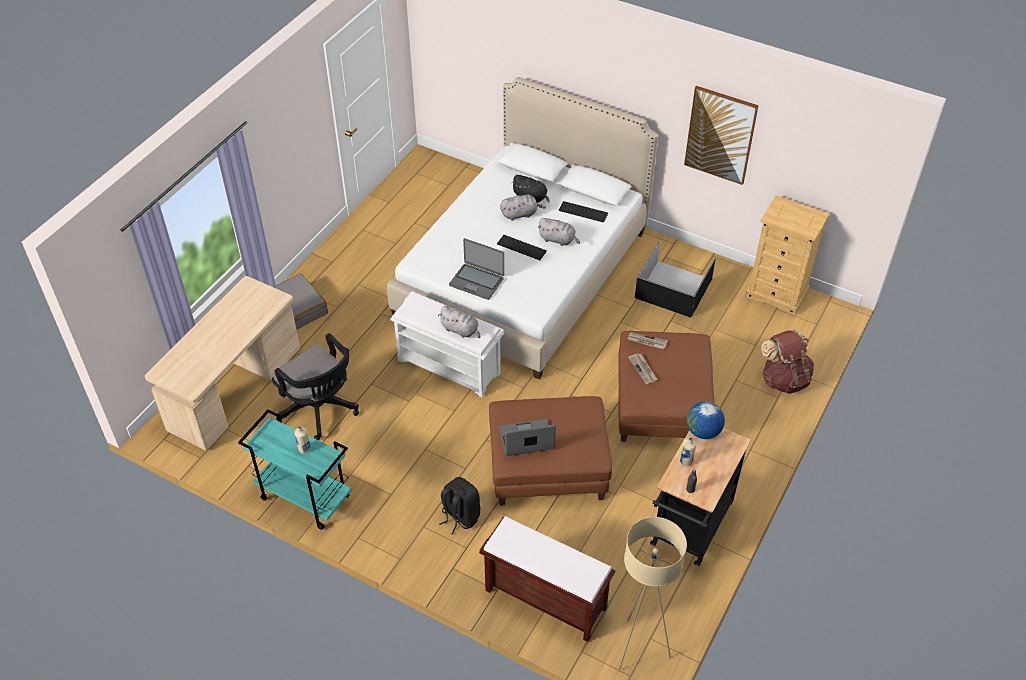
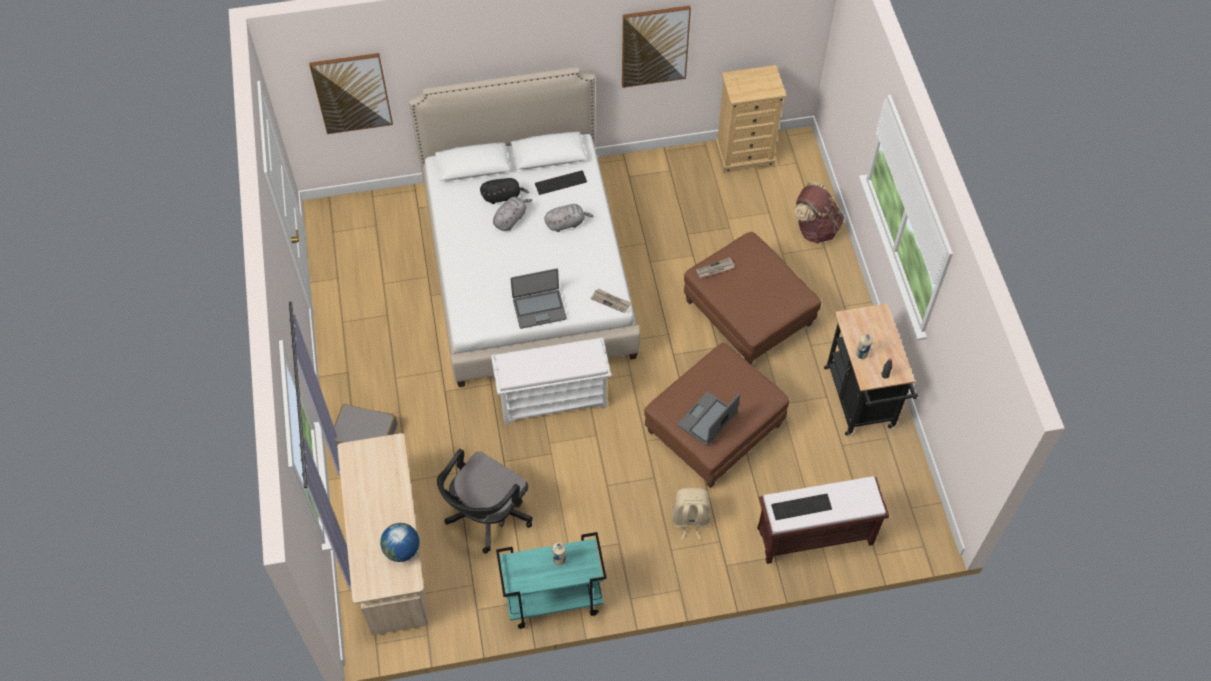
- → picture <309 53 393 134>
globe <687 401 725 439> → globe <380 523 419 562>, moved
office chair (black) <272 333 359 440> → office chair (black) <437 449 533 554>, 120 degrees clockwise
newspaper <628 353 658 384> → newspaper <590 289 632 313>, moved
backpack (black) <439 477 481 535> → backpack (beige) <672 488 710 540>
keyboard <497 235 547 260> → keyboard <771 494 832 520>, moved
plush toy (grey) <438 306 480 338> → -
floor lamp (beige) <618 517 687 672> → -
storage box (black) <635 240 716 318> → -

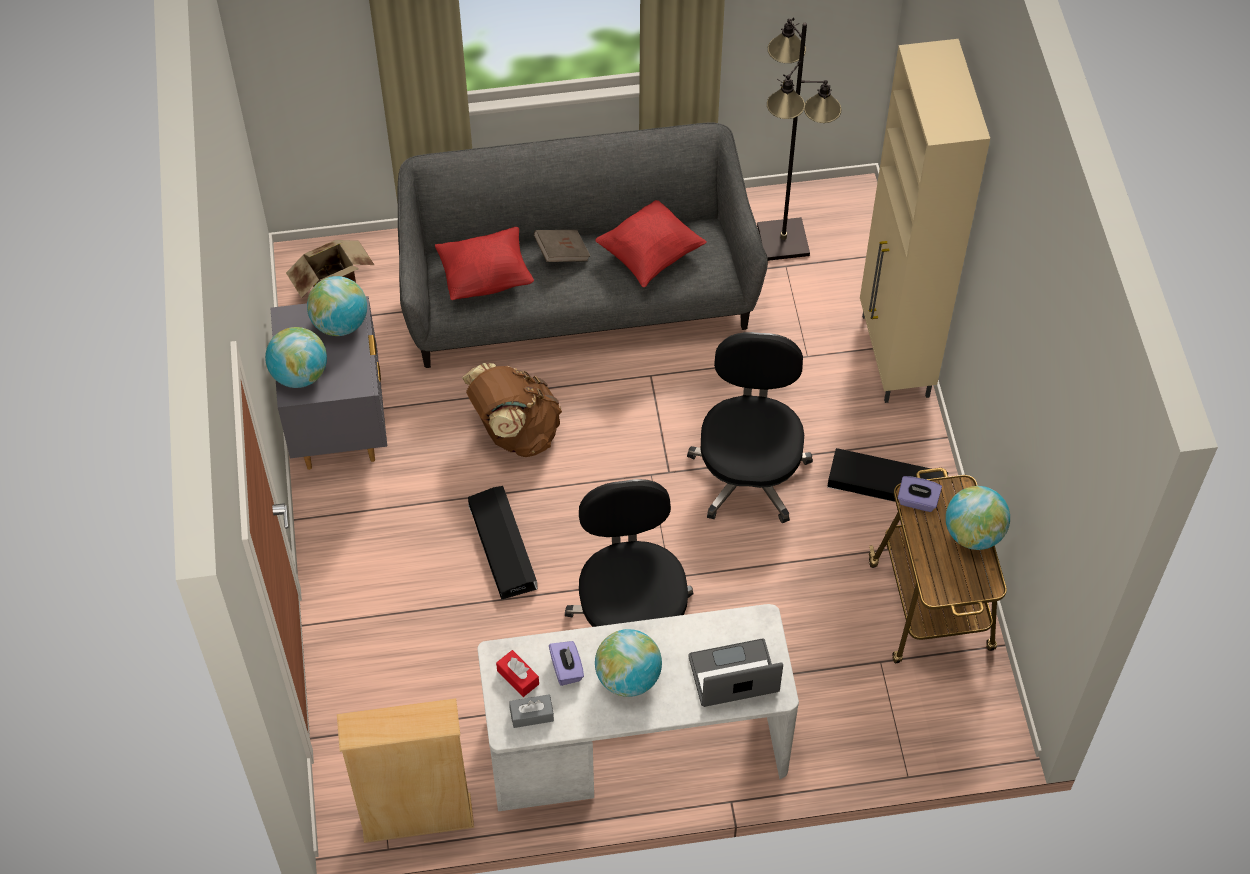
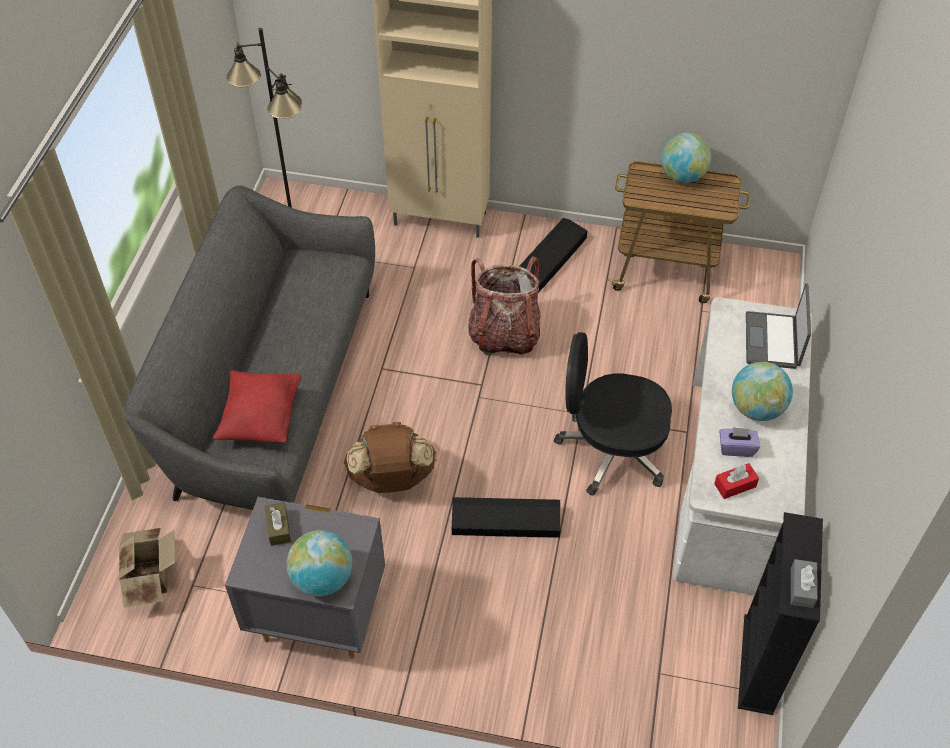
globe <307 276 367 336> → tissue box (brown) <265 502 291 546>
office chair (black) <687 332 813 523> → backpack <468 256 541 355>
bookcase (beige) <337 698 474 843> → bookcase (black) <738 512 823 715>
tissue box (grey) <509 694 554 728> → tissue box (grey) <791 559 818 608>, moved
book (brown) <534 230 590 262> → -
pillow (red) <596 200 707 287> → -
tissue box (purple) <898 476 942 512> → -

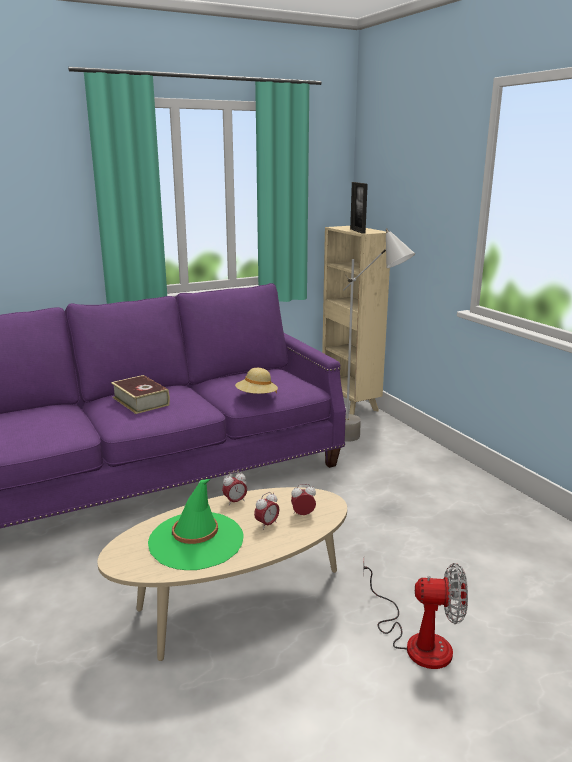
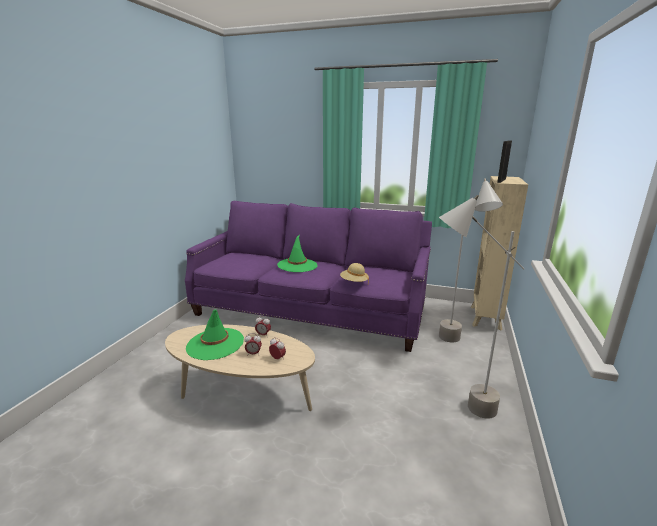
book <111 375 170 414> → hat (green) <277 235 318 272>
- → floor lamp (grey) <439 195 524 419>
fan <363 563 468 669> → -

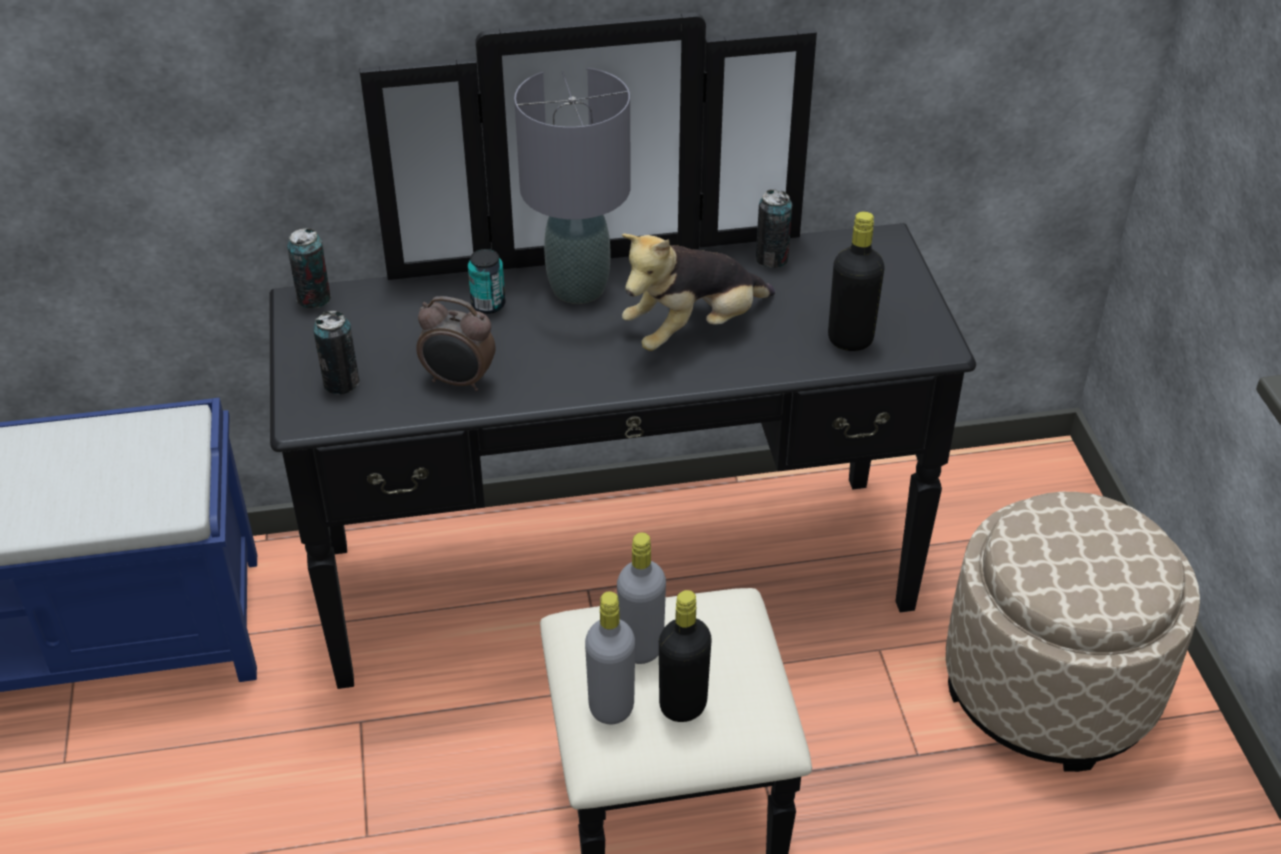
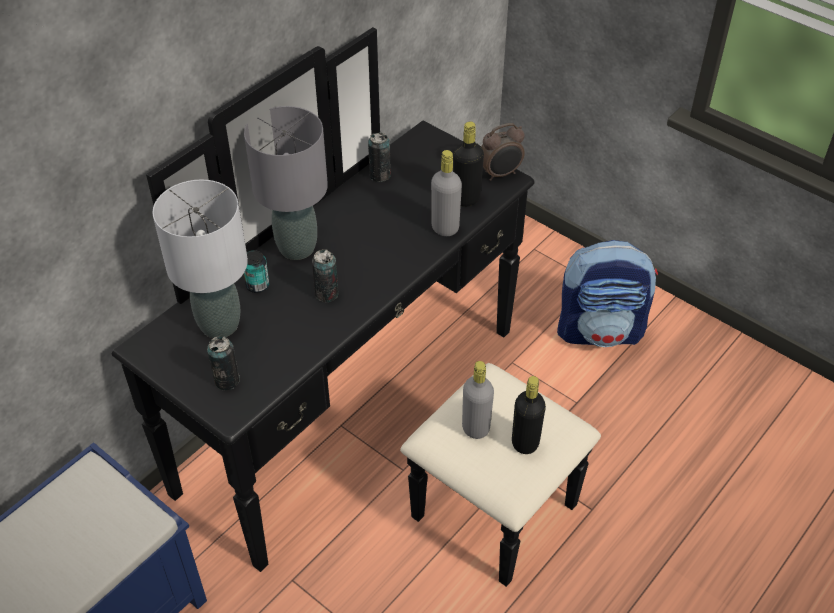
- → table lamp (grey) <152 180 248 338>
can <287 228 331 309> → can <312 249 339 302>, moved
bottle (grey) <585 591 635 724> → bottle (grey) <431 150 462 236>, moved
alarm clock <416 296 496 391> → alarm clock <481 123 525 181>, moved
ottoman (beige) <945 492 1200 772> → backpack <557 240 658 347>
plush toy <622 234 775 351> → -

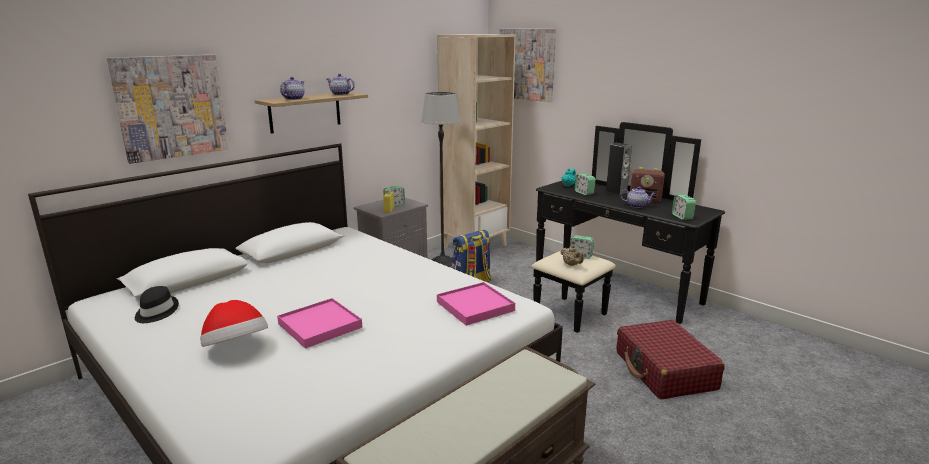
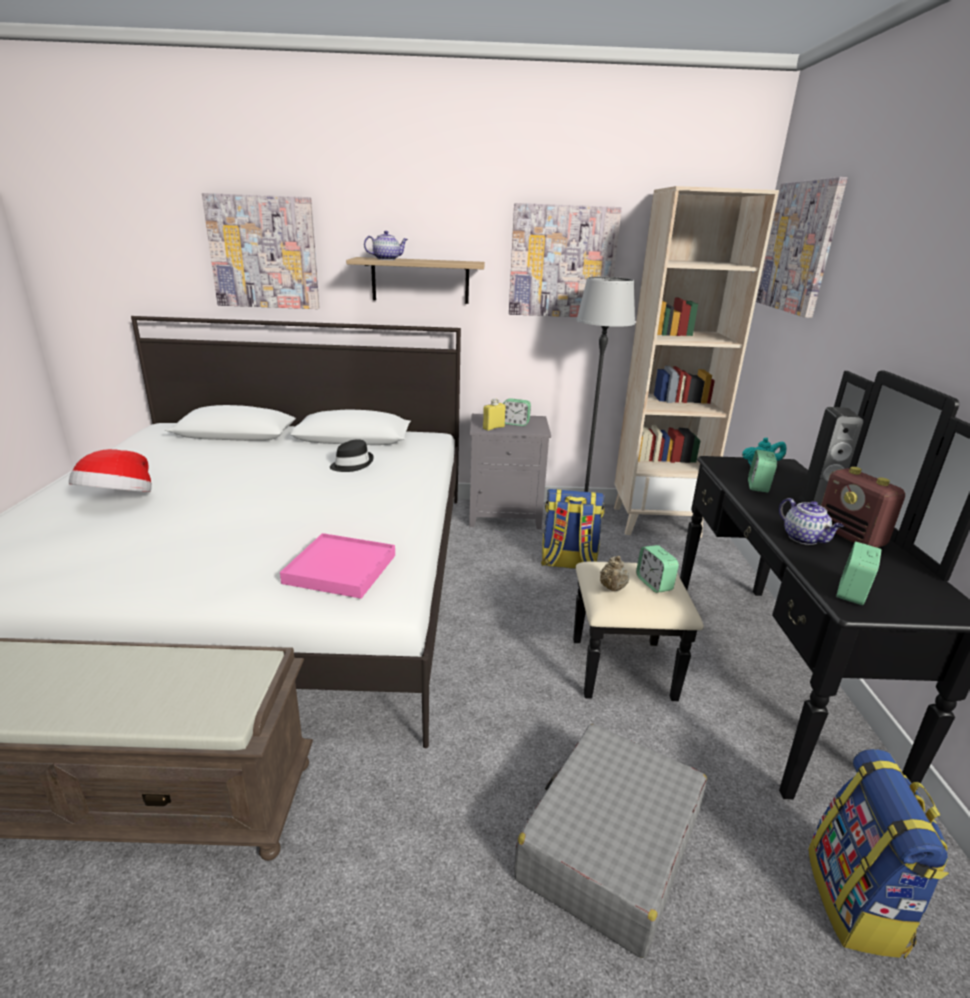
hat (black) <135 286 179 323> → hat (black) <330 439 374 472>, moved
- → picture <509 203 622 317>
suitcase (red) <617 320 725 400> → suitcase (grey) <514 724 707 958>
- → backpack <808 749 949 959>
tray (pink) <277 298 362 349> → -
teapot <327 74 355 95> → -

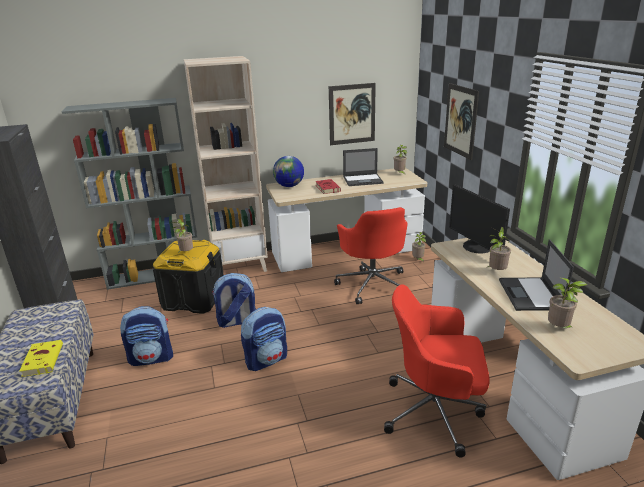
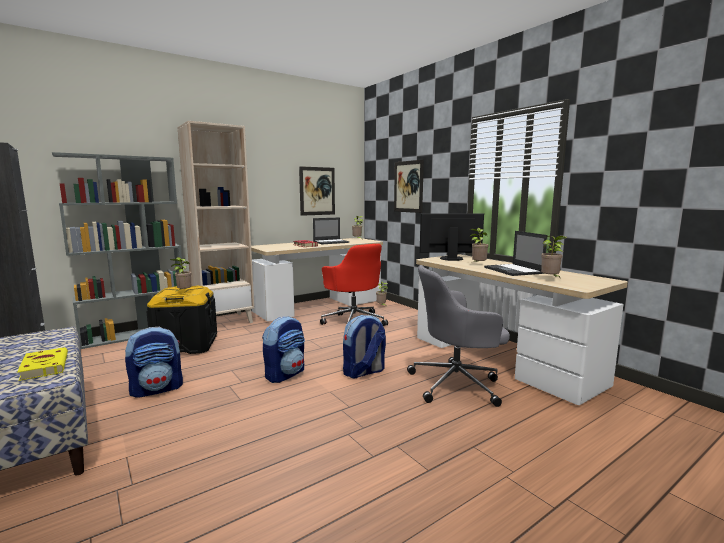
backpack <212 273 256 328> → backpack <343 315 386 378>, moved
office chair (red) <384 285 489 458> → office chair (grey) <407 265 510 407>
monitor <449 184 510 253> → monitor <420 213 484 261>, 135 degrees clockwise
globe <273 156 304 187> → -

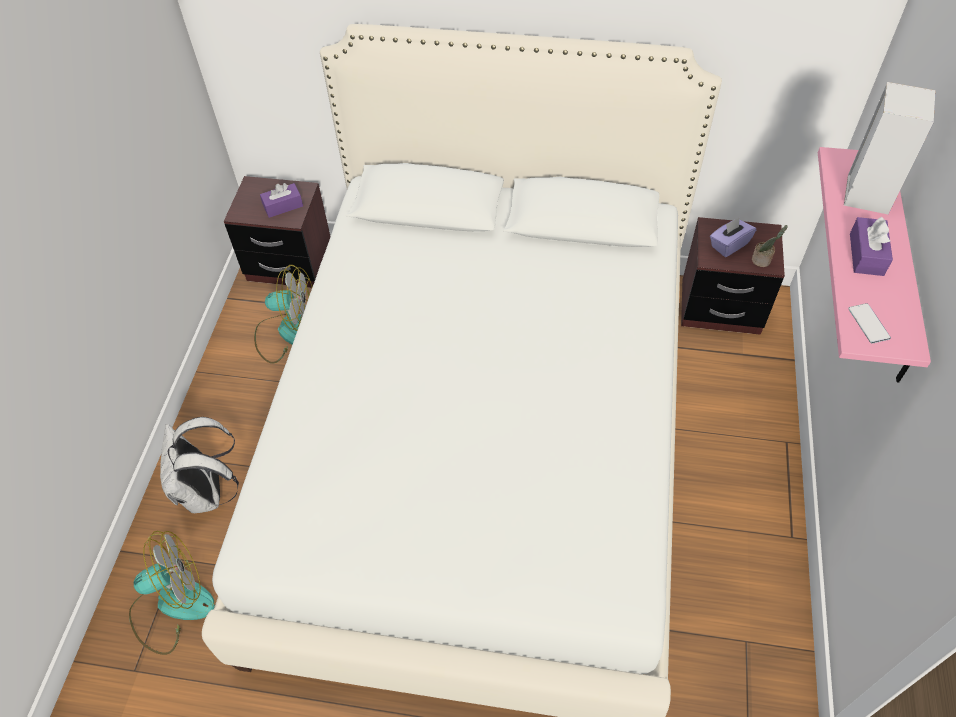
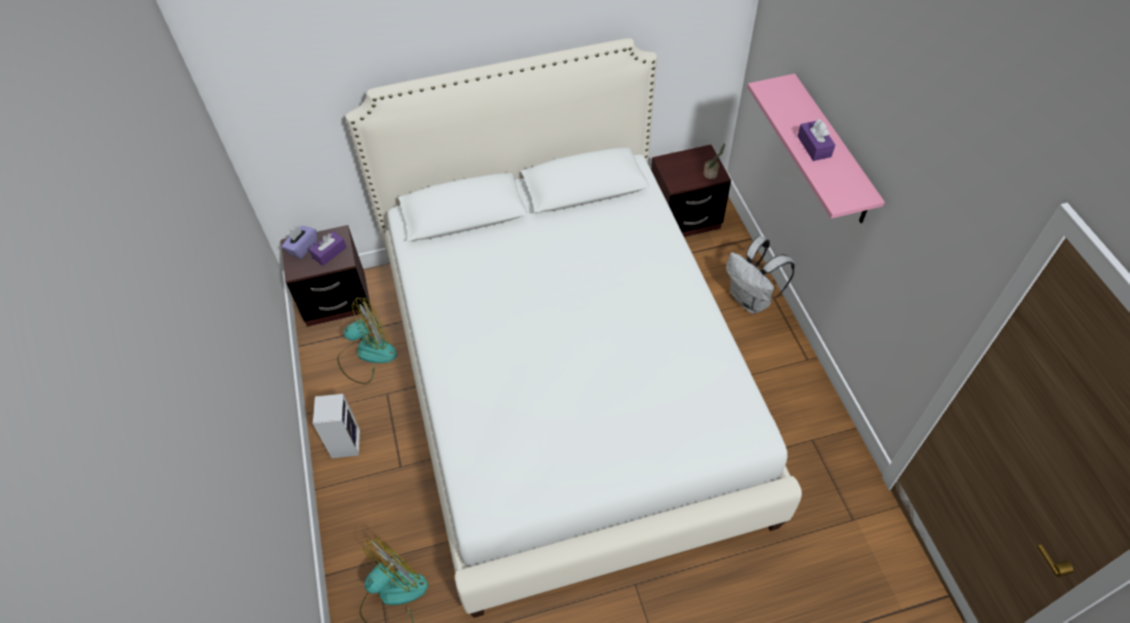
tissue box (purple) <710 217 756 257> → tissue box (purple) <282 226 317 259>, moved
speaker <844 82 936 214> → speaker <313 394 360 458>, moved
backpack (white) <160 417 239 513> → backpack (white) <726 236 795 314>, moved
phone <848 303 891 344> → -

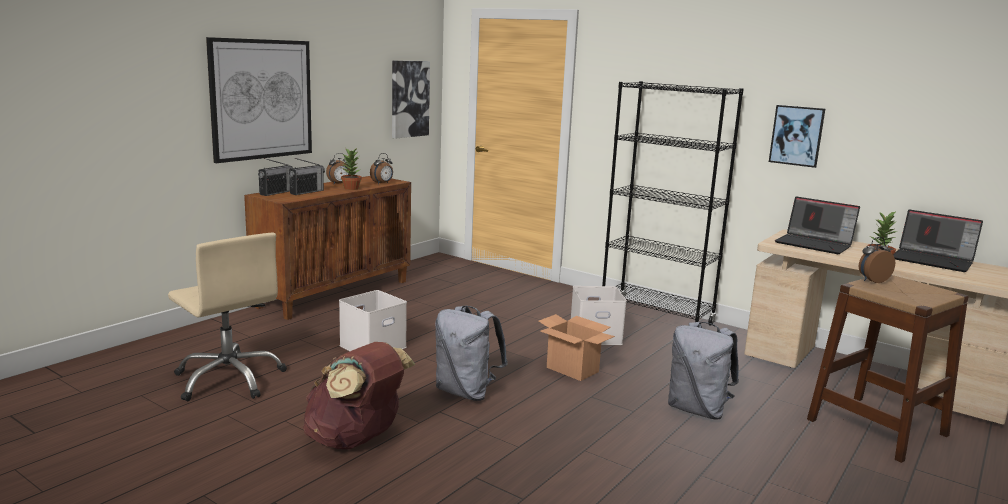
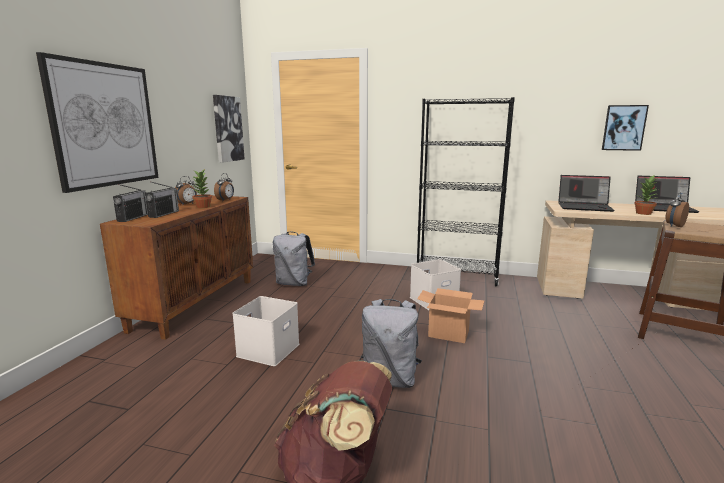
backpack (grey) <668 322 739 420> → backpack (grey) <273 231 315 286>, moved
picture <769 105 825 168> → picture <602 105 649 151>, moved
office chair (beige) <168 233 287 401> → -

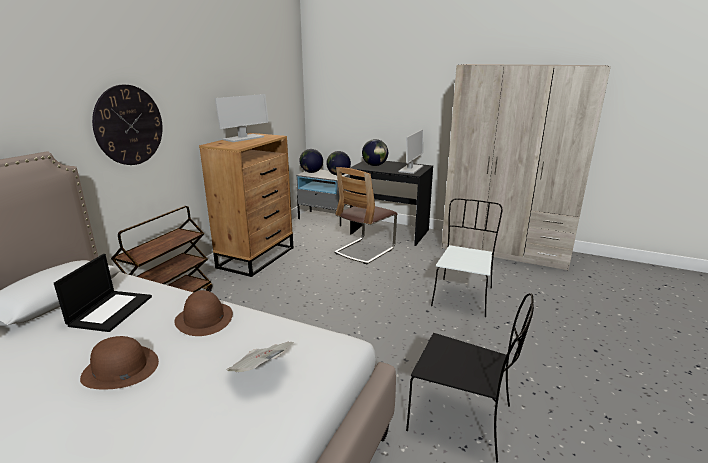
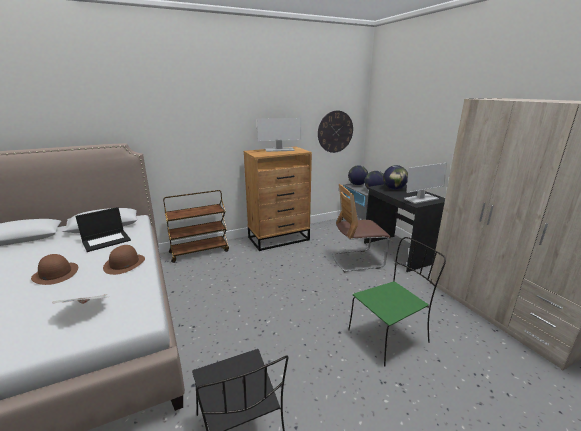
wall clock <92 85 163 165> → wall clock <318 110 353 153>, moved
chair (white) <431 198 503 317> → chair (green) <348 237 446 366>

